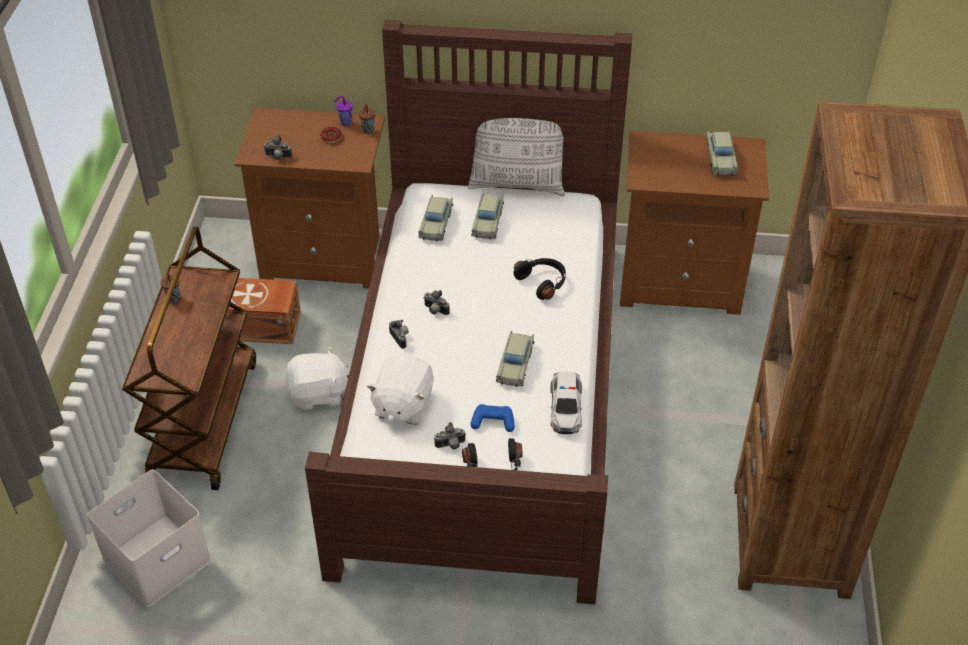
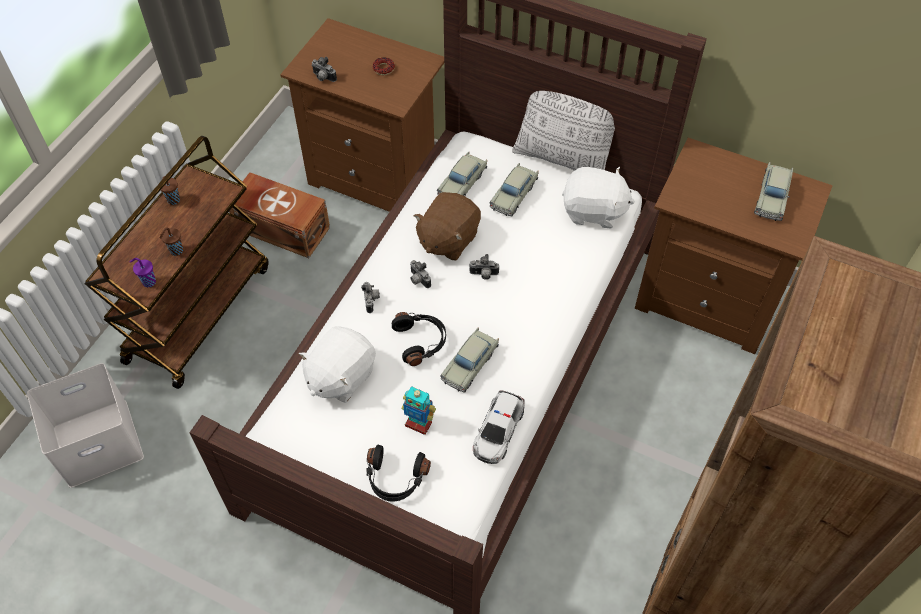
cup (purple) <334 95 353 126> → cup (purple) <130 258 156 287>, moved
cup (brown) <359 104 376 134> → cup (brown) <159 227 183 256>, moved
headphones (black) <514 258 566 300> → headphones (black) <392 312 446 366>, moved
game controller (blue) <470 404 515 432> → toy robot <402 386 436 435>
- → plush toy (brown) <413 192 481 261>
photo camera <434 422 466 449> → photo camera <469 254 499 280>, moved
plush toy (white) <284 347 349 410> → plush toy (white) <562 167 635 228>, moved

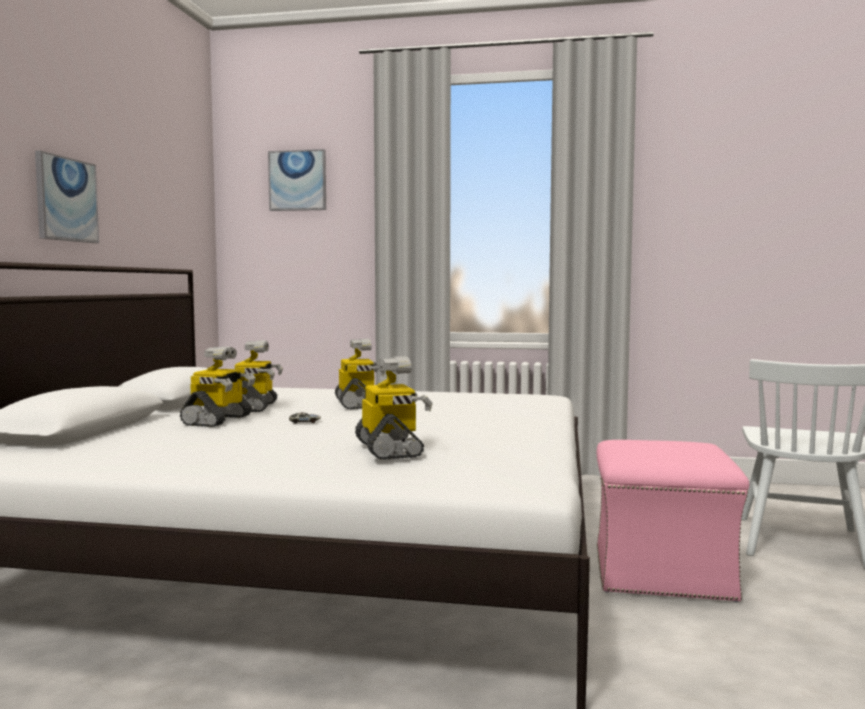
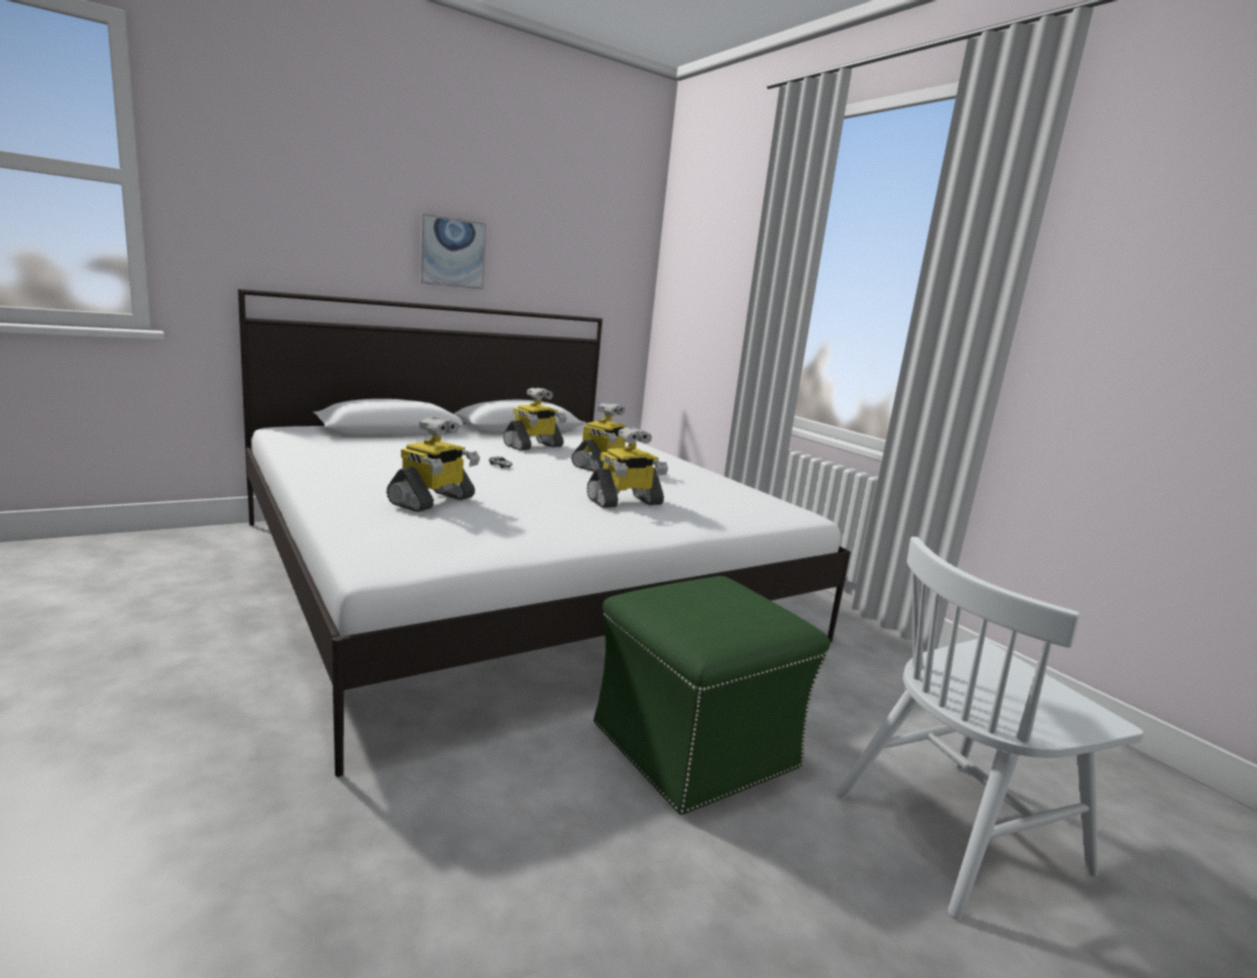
toy robot <180 347 256 427> → toy robot <587 427 668 508>, moved
ottoman (pink) <596 440 749 602> → ottoman (green) <594 576 830 815>
picture <268 149 326 211> → -

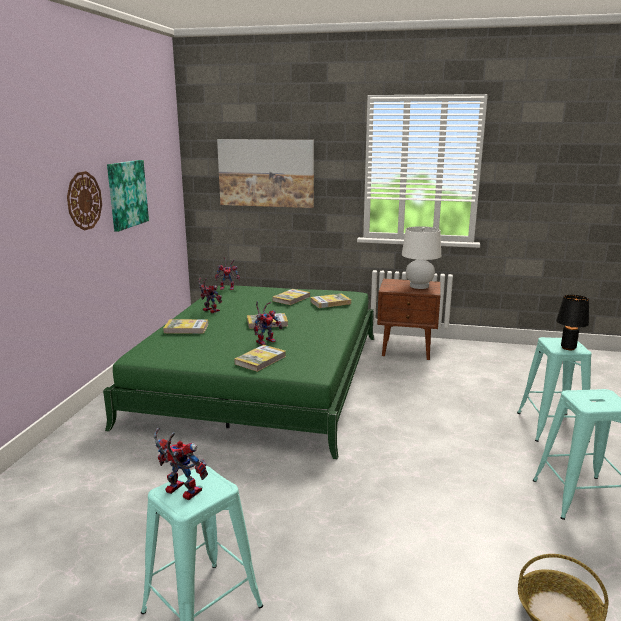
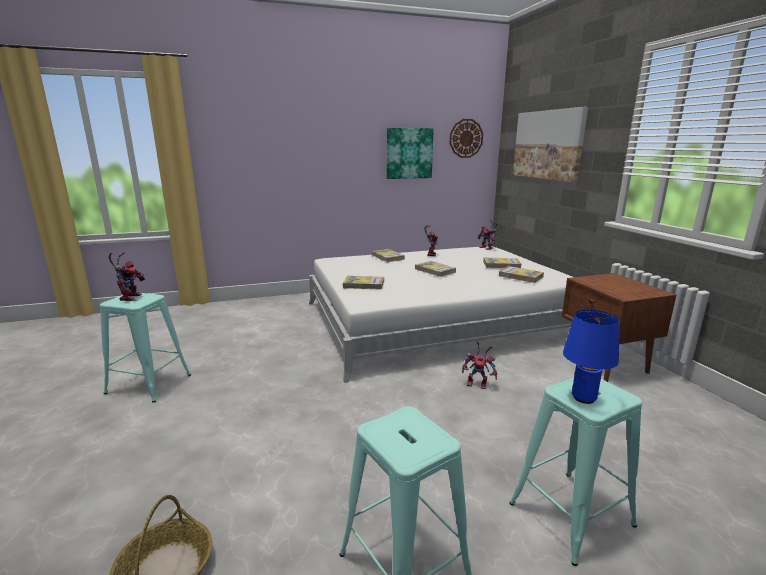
bed (green) <103 285 374 459> → bed (white) <309 246 573 383>
wall clock <67 171 102 231> → wall clock <450 119 483 158>, moved
toy robot <254 301 283 345> → toy robot <462 341 497 389>, moved
table lamp (black) <556 295 589 350> → table lamp (blue) <563 310 620 404>
table lamp (white) <402 226 441 289> → -

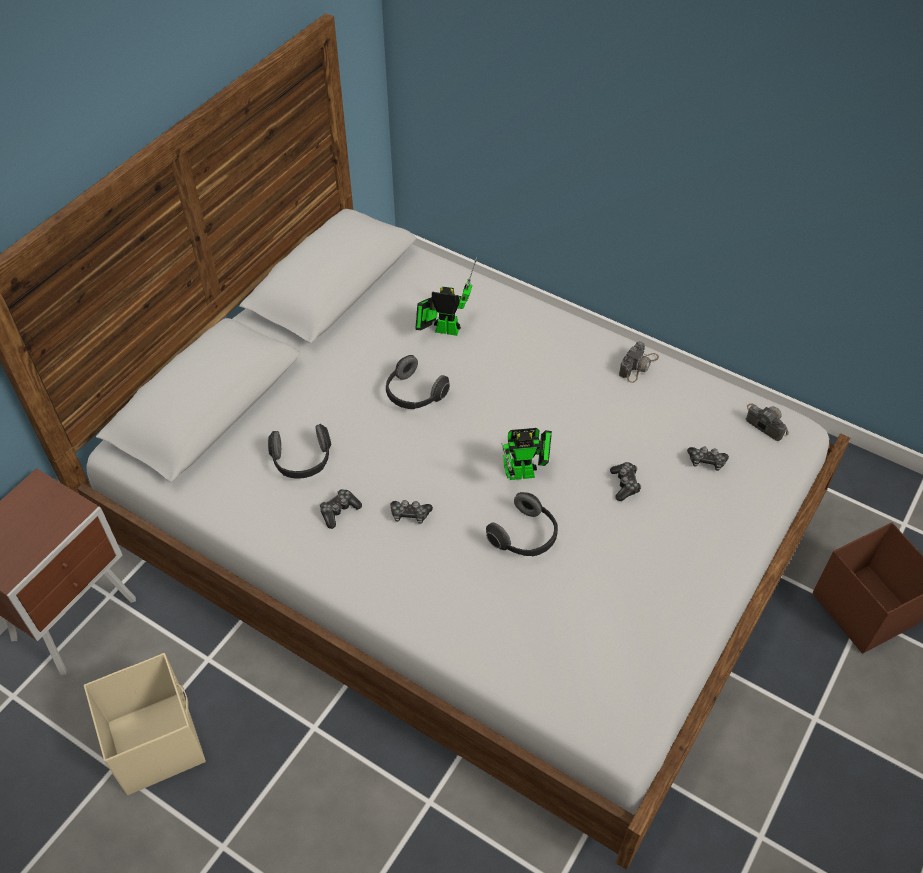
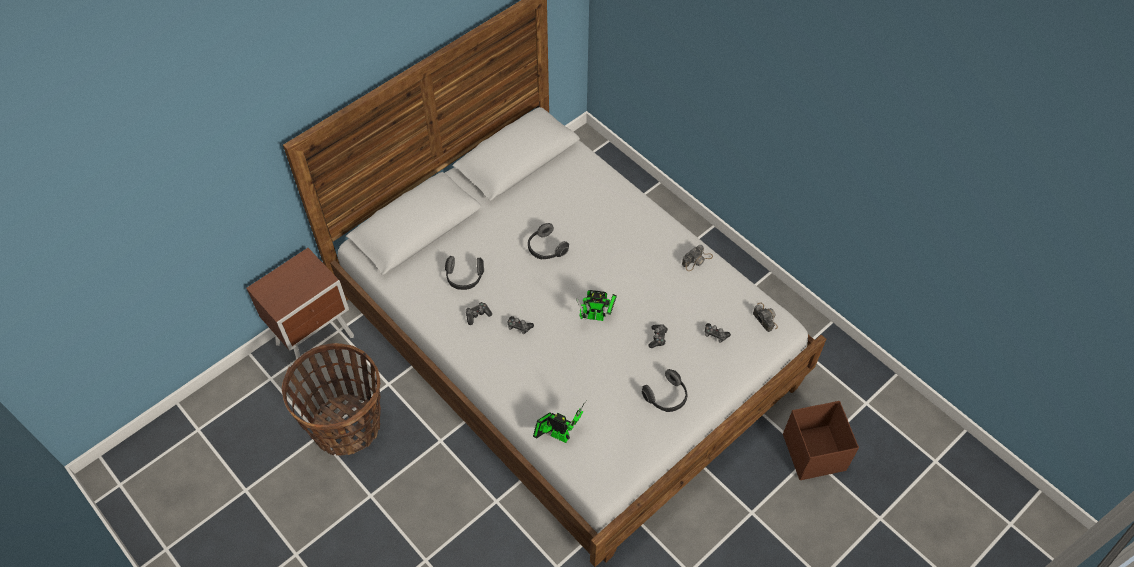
storage box (beige) <84 653 206 795> → basket <282 343 381 456>
toy robot <415 257 477 336> → toy robot <533 400 586 443>, moved
headphones <486 492 558 556> → headphones <642 369 688 412>, moved

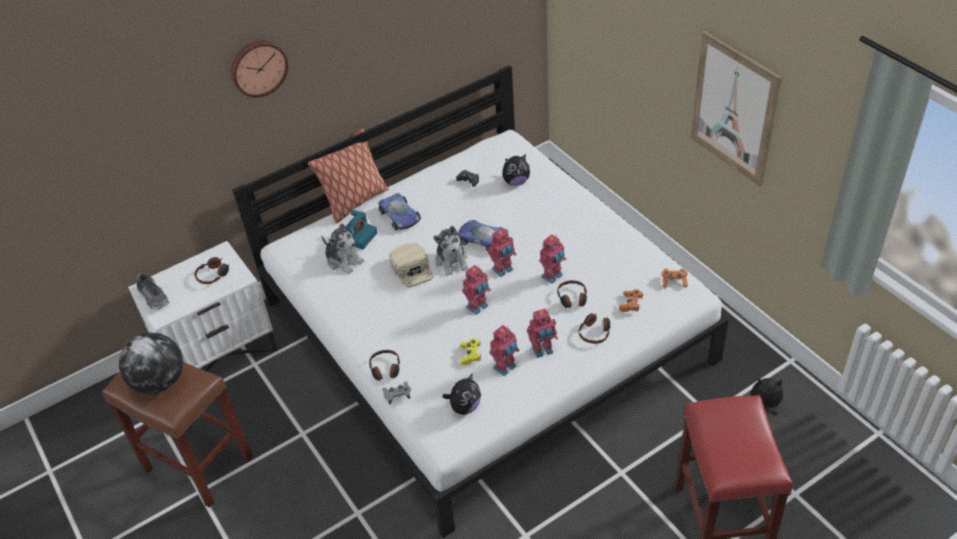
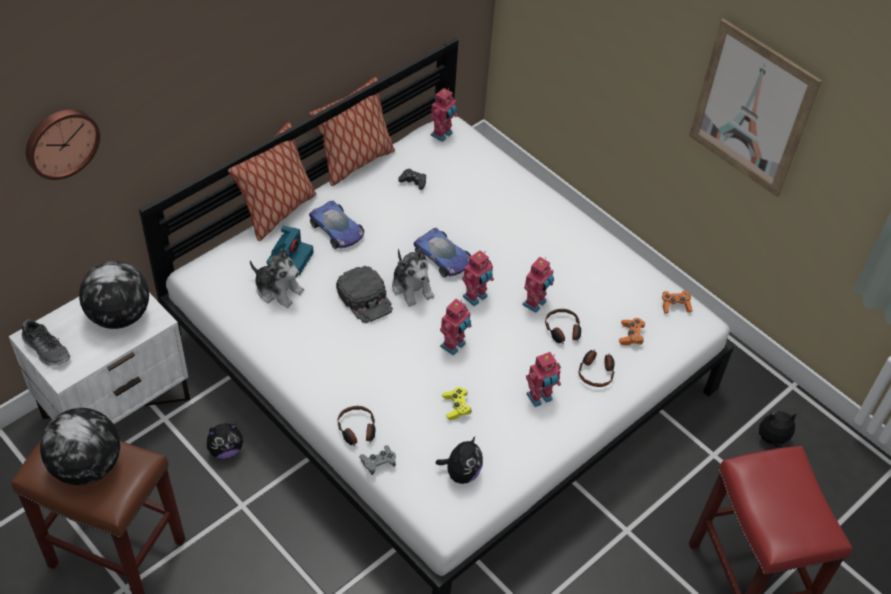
wall clock <231 41 288 98> → wall clock <26 109 100 180>, moved
headphones <194 257 230 284> → globe <79 261 149 329>
plush toy <503 154 530 186> → plush toy <207 423 243 459>, moved
- → pillow <309 77 395 186>
cap (beige) <389 242 433 288> → cap (black) <336 266 393 323>
toy car <458 220 509 251> → toy car <413 228 471 277>, 150 degrees counterclockwise
toy robot <489 325 520 376> → toy robot <430 88 458 142>, moved

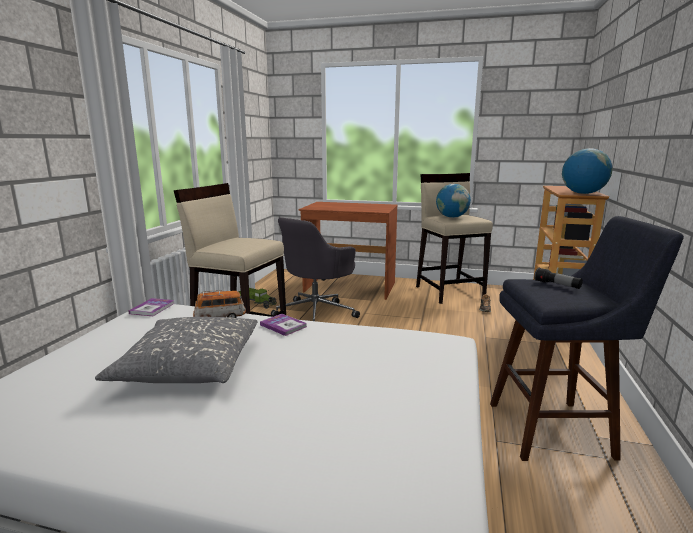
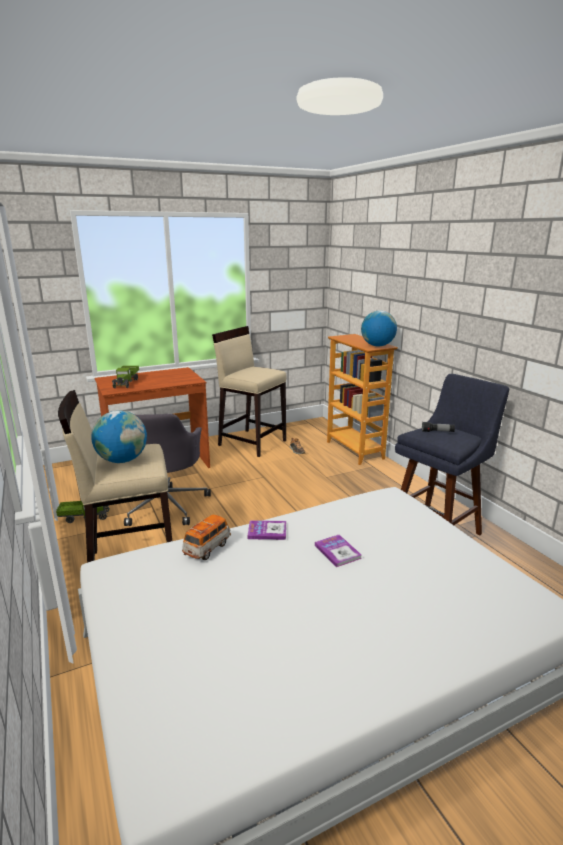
globe <436 184 471 218> → globe <91 410 147 463>, moved
- → toy truck <112 366 139 388>
book <129 298 175 316> → book <315 535 362 567>, moved
pillow (grey) <95 317 257 383> → -

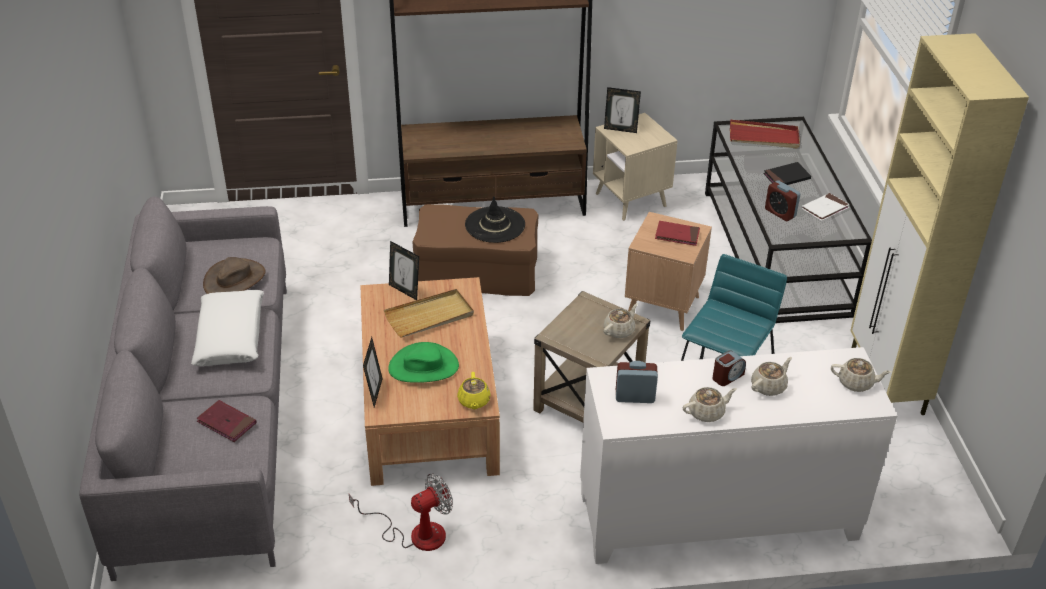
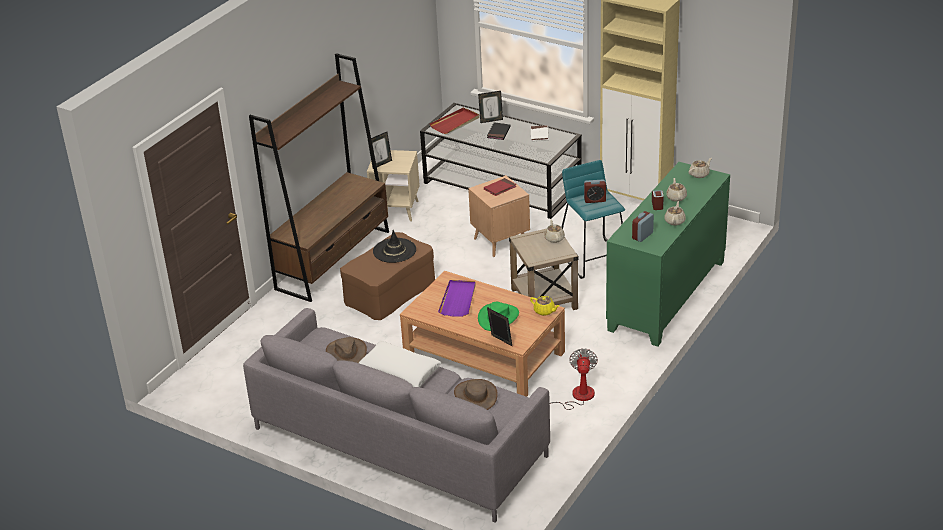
tray (beige) <384 289 474 338> → tray (purple) <438 280 476 317>
book (red) <197 400 257 442> → hat (brown) <454 379 498 410>
picture frame <389 241 419 300> → picture frame <478 91 503 123>, moved
alarm clock <765 180 800 221> → alarm clock <584 179 606 203>, moved
cabinet (white) <580 347 897 564> → cabinet (green) <606 162 730 347>

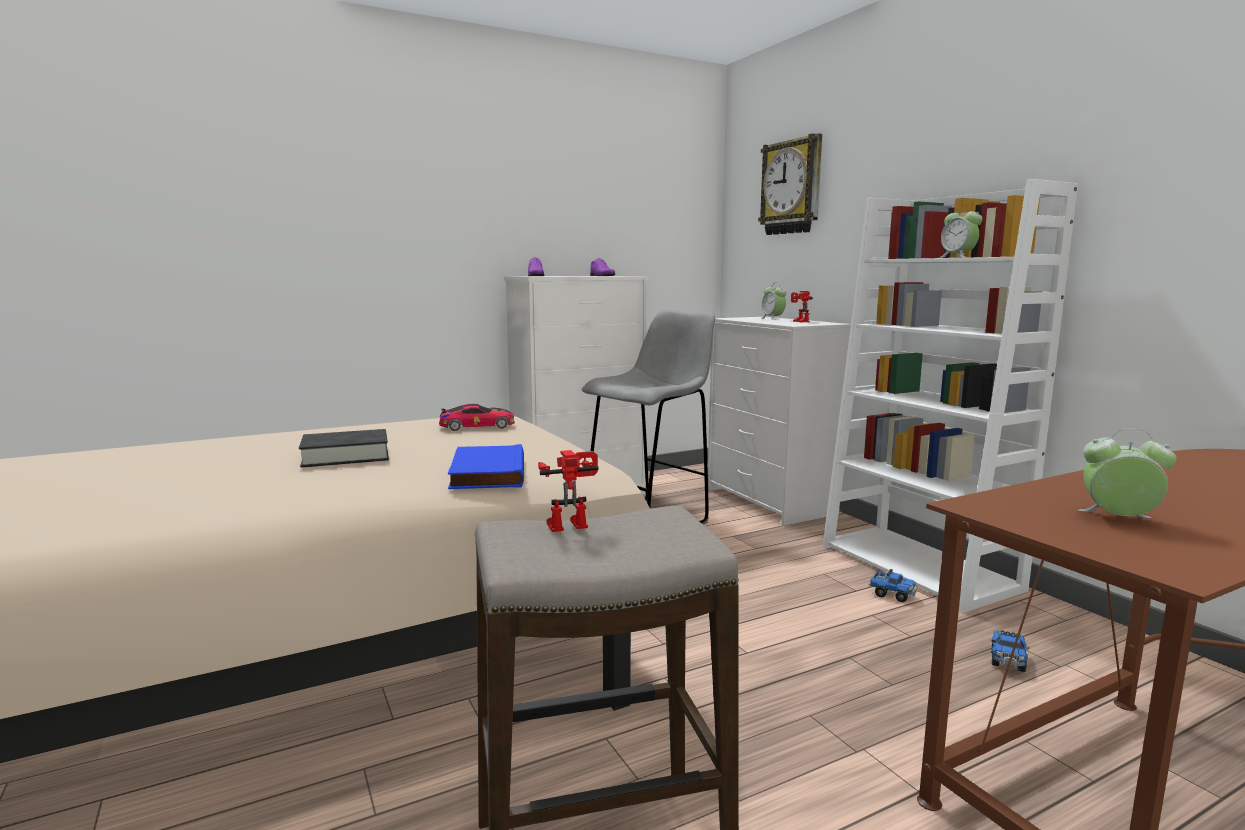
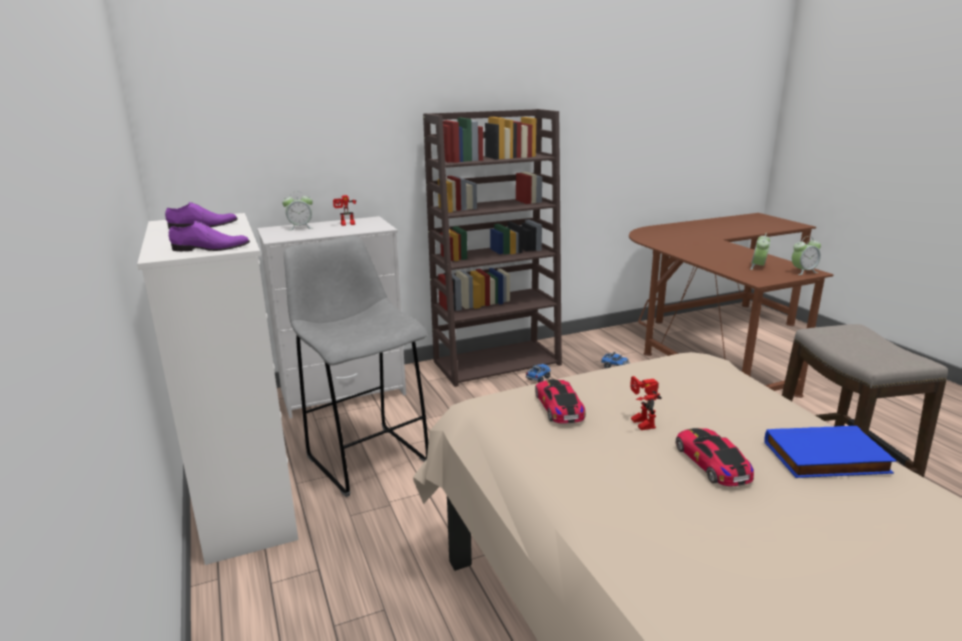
bookcase (white) <823 179 1078 613> → bookcase (brown) <423 109 562 387>
toy robot <538 450 599 532> → toy robot <630 376 662 430>, moved
book (black) <299 429 389 467> → toy car <675 428 754 486>
book (blue) <448 444 524 489> → book (blue) <764 426 897 478>, moved
alarm clock <938 205 983 258> → alarm clock <792 236 821 275>, moved
wall clock <758 133 822 235> → -

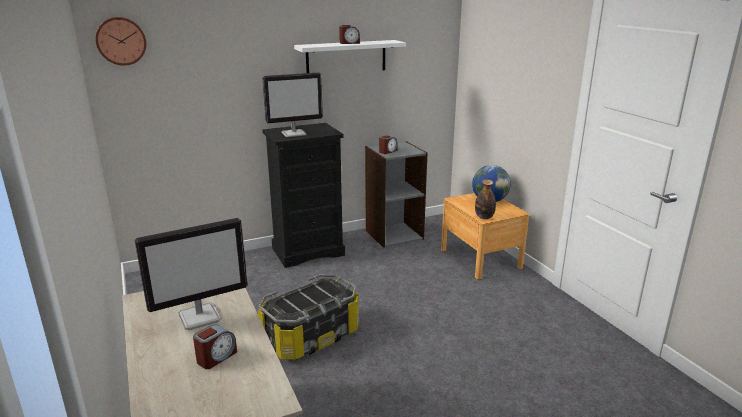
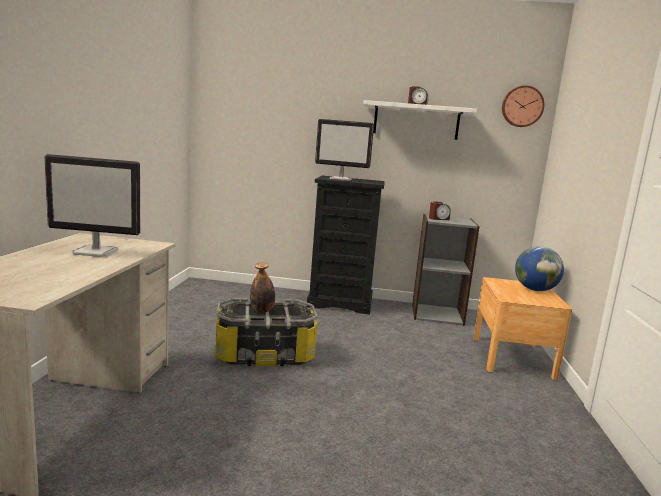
bottle <475 179 496 219> → bottle <250 262 275 312>, moved
wall clock <96 17 146 66> → wall clock <502 85 545 127>, moved
alarm clock <193 324 237 369> → -

